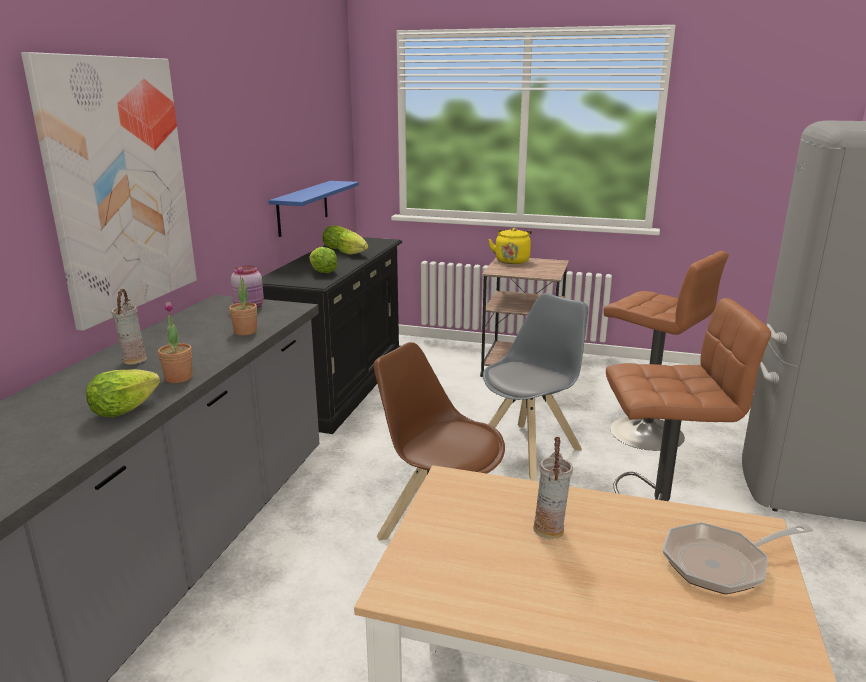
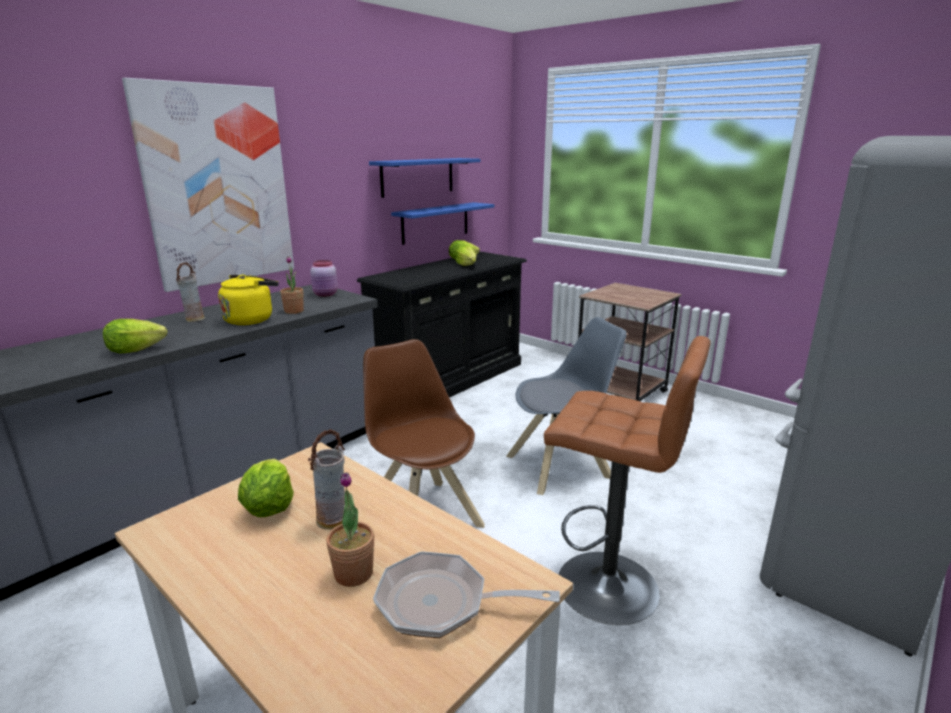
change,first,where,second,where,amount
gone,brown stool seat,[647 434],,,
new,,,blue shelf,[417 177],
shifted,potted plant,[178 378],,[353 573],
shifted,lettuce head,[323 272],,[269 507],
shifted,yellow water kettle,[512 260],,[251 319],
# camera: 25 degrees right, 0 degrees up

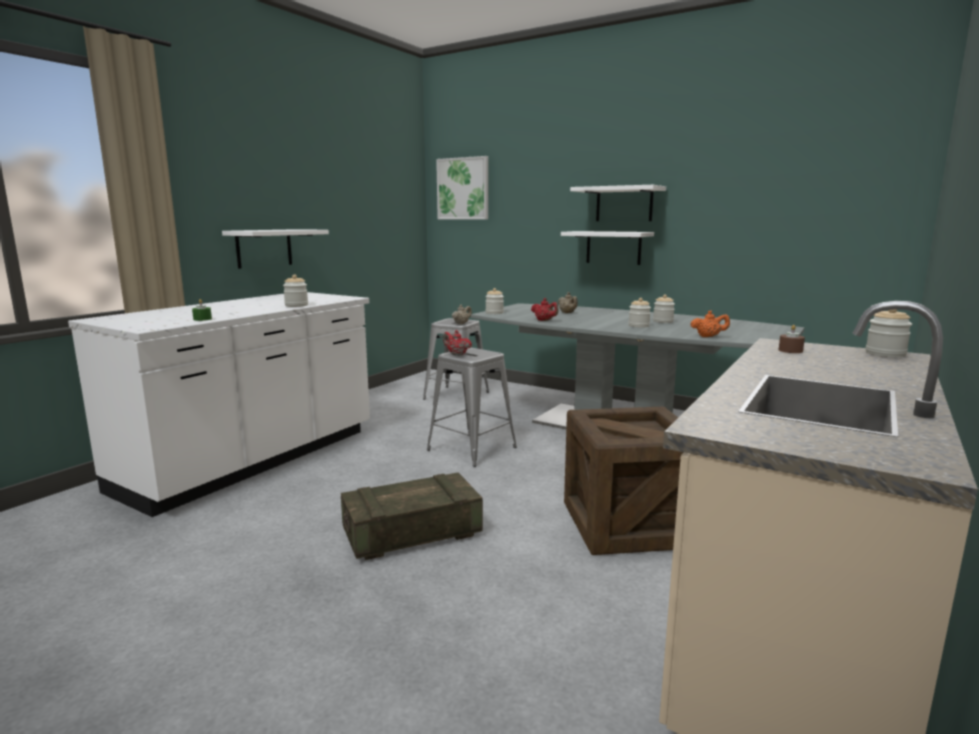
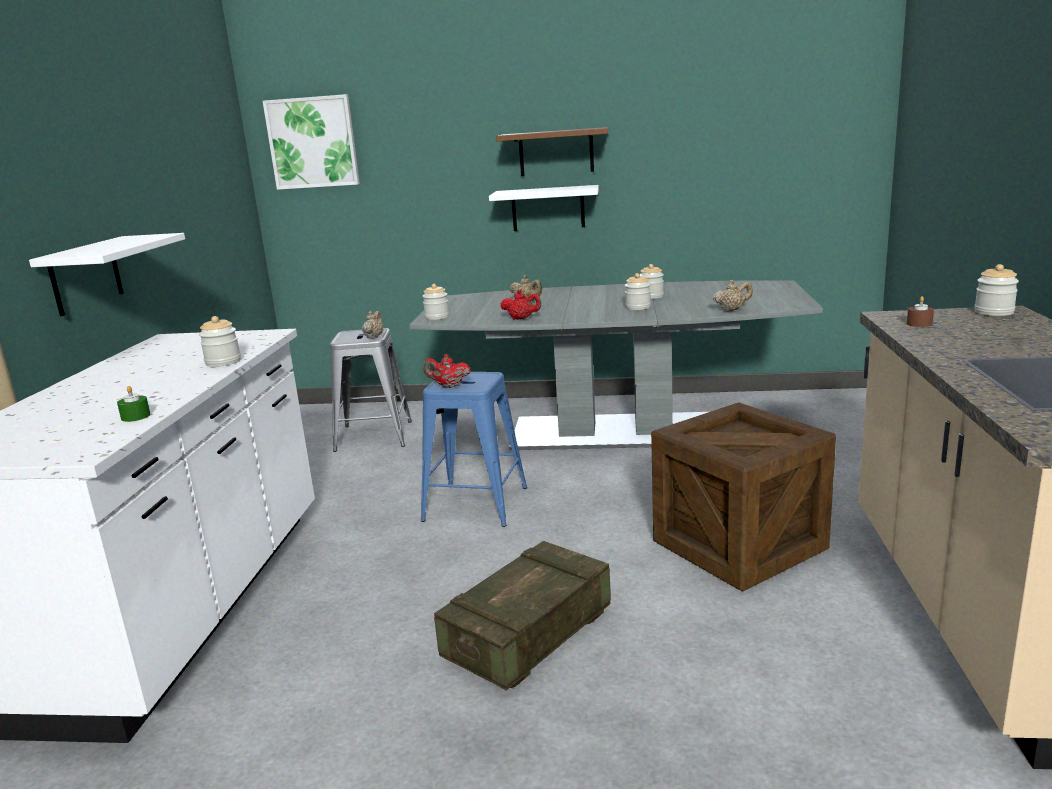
change,first,where,second,where,amount
repainted,gray stool seat,[472 449],blue stool seat,[476 504],
repainted,white shelf,[624 204],brown shelf,[556 152],
repainted,orange teapot,[708 337],beige-coloured teapot,[732 310],
# camera: 25 degrees left, 5 degrees up

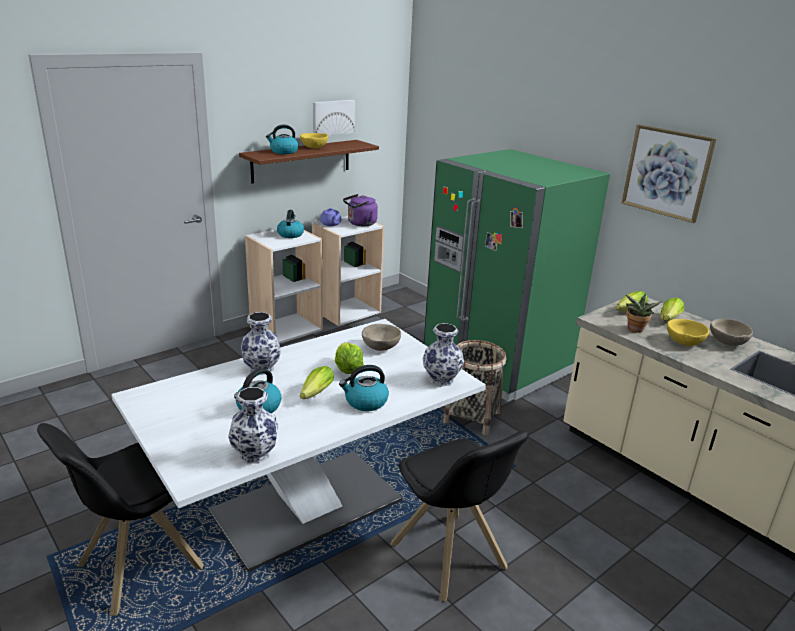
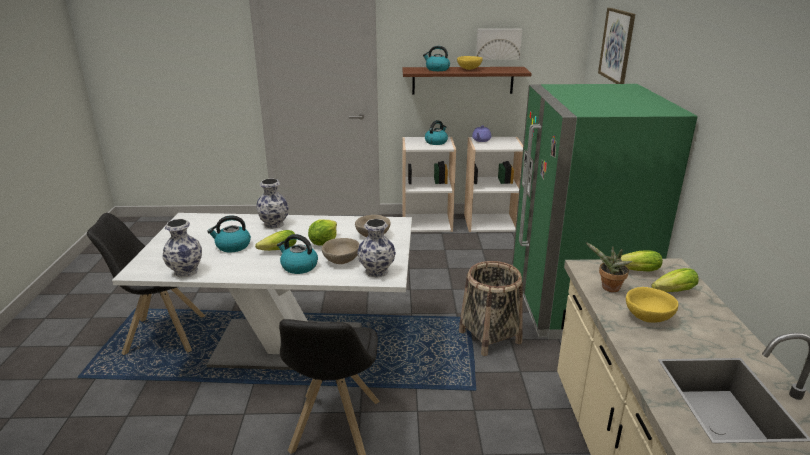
change,first,where,second,where,amount
gone,purplish water kettle,[360 224],,,
shifted,wall art,[667 172],,[617 45],
shifted,beige-coloured bowl,[726 342],,[341 260],
# camera: 40 degrees right, 0 degrees up

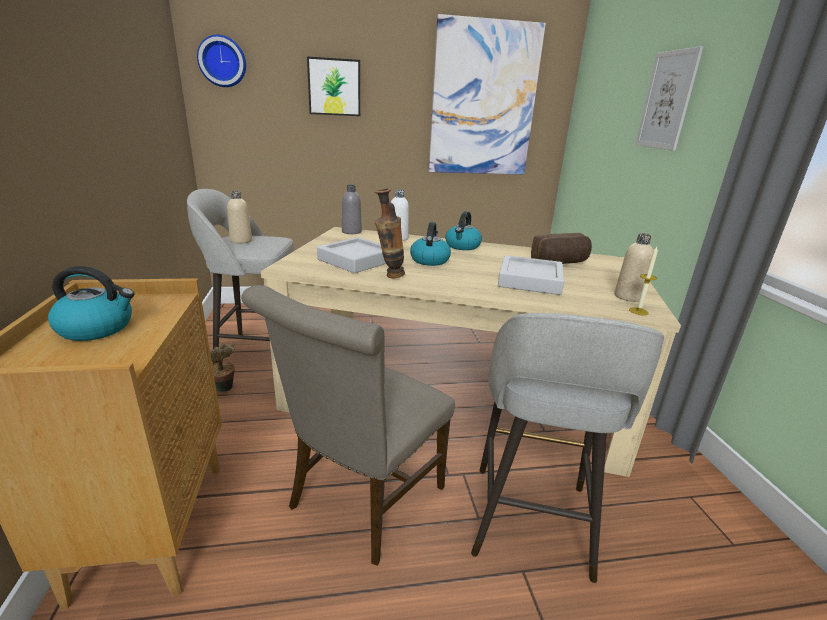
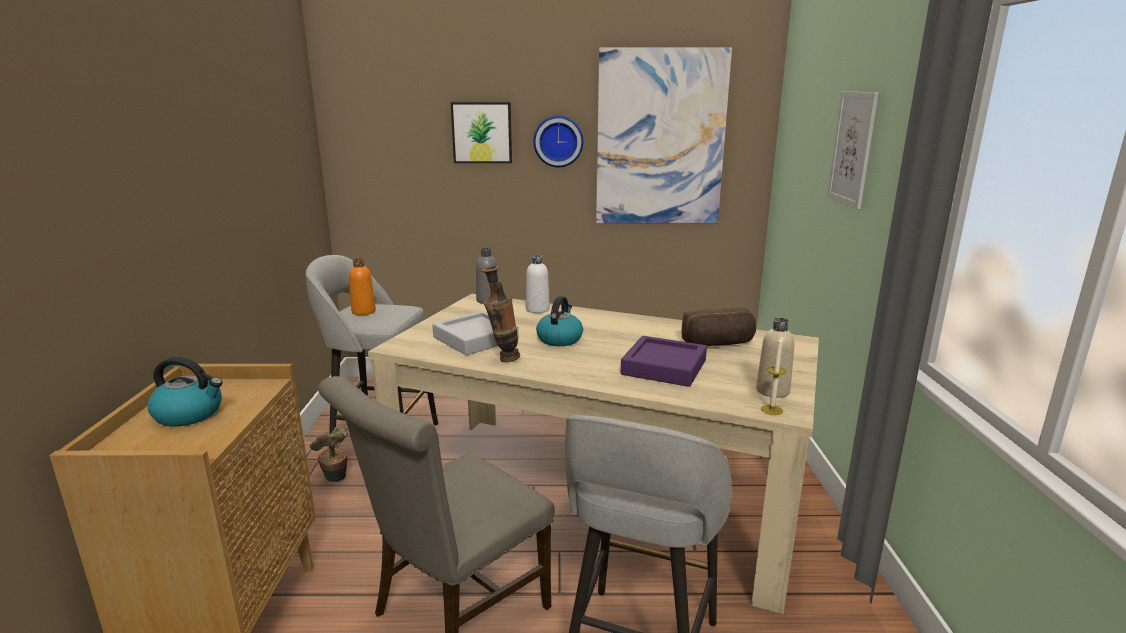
change,first,where,second,where,amount
gone,water kettle,[462 246],,,
shifted,hanging clock,[222 61],,[558 141],
repainted,beige-coloured bottle,[241 241],orange bottle,[363 312],
repainted,gray carrying tray,[530 280],purplish carrying tray,[664 367],
# camera: 10 degrees right, 5 degrees down

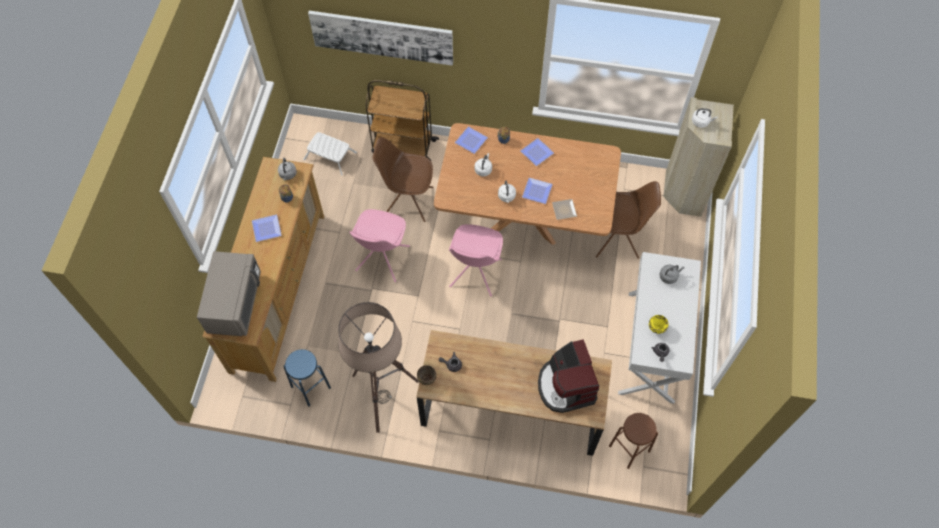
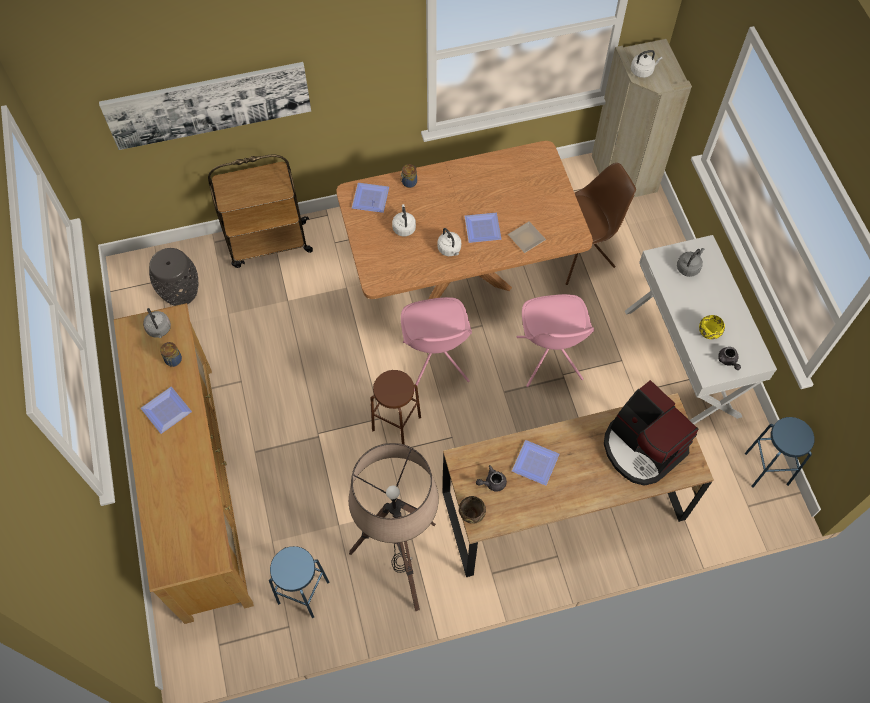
change,first,where,second,where,amount
gone,gray microwave oven,[235 303],,,
gone,brown plain chair,[407 201],,,
new,,,blue stool seat,[766 468],
shifted,pinkish plain chair,[382 259],,[549 359],
shifted,dinner plate,[535 153],,[533 464],
shifted,brown stool seat,[629 448],,[396 423],
swapped,white stepladder,[330 156],gray stool seat,[180 291],
# camera: 25 degrees left, 0 degrees up

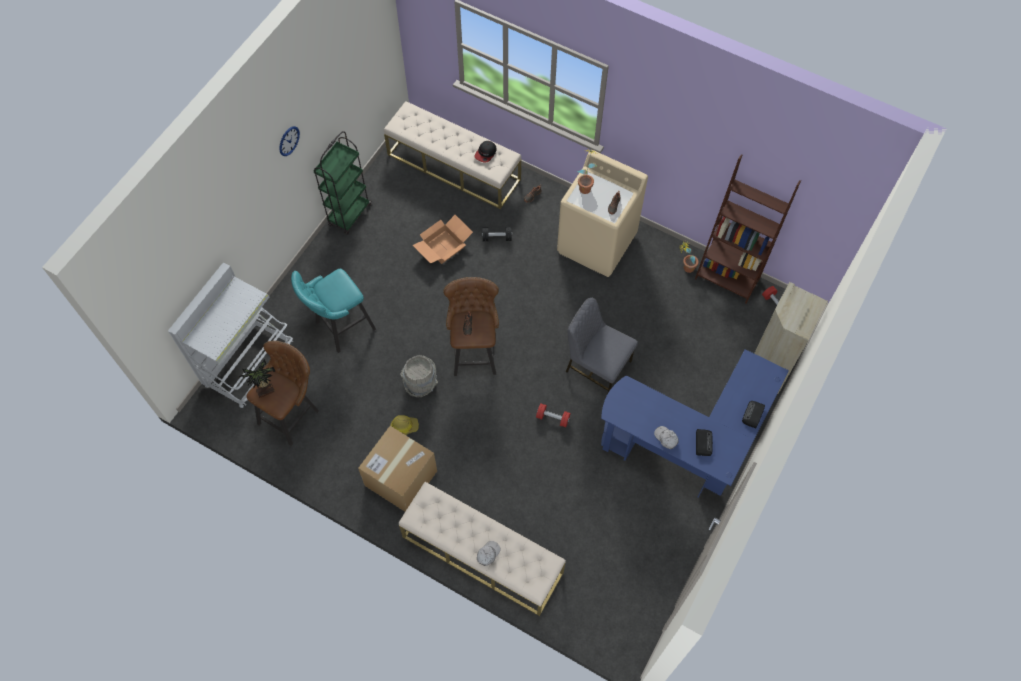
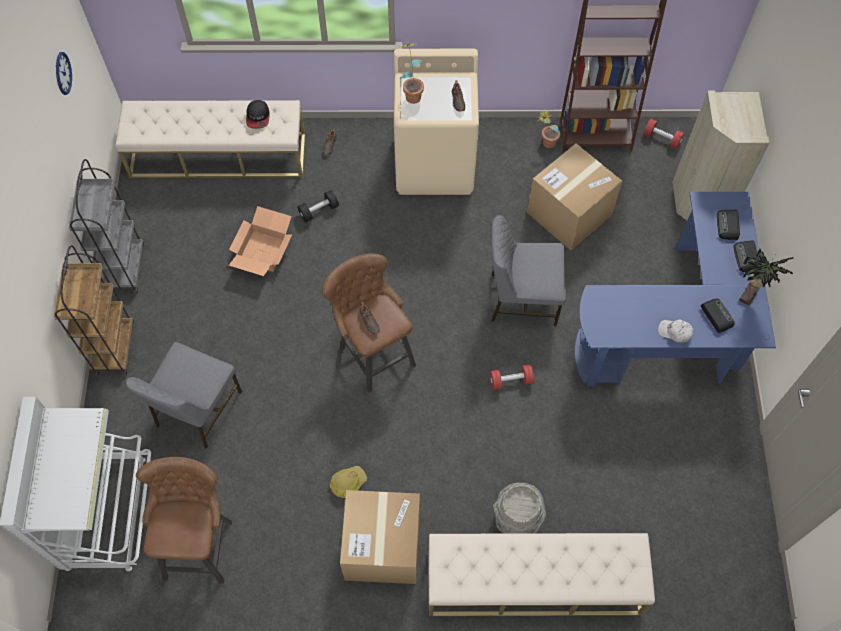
change,first,where,second,where,amount
gone,white cap,[488 554],,,
new,,,brown trolley,[115 349],
new,,,cardboard box,[569 213],
new,,,radio set,[727 226],
shifted,potted plant,[266 392],,[750 295],
shifted,hanging clock,[289 141],,[63 73],
shifted,gray pail,[421 384],,[516 518],
swapped,turquoise stool seat,[339 329],gray plain chair,[197 409],
repainted,greenish trolley,[349 215],gray trolley,[125 269],
# camera: 30 degrees left, 0 degrees up

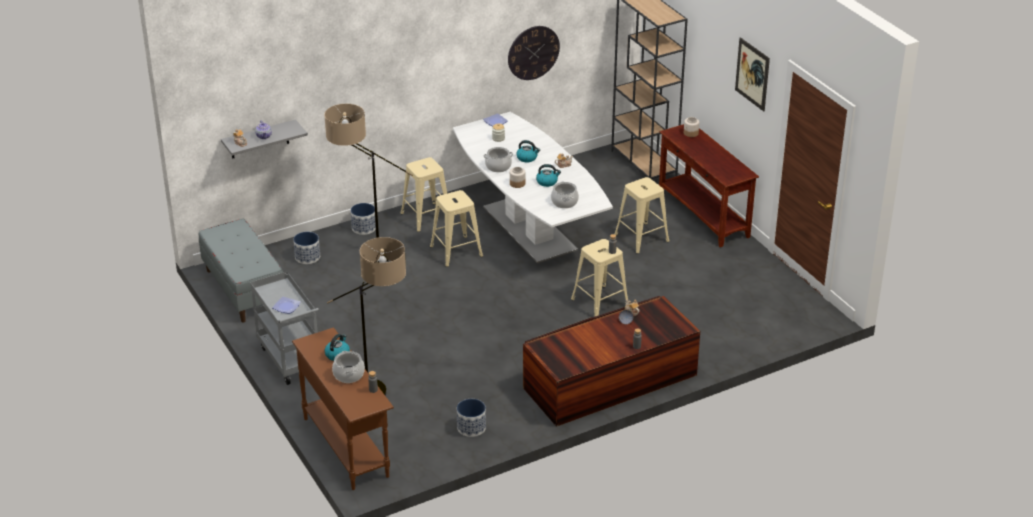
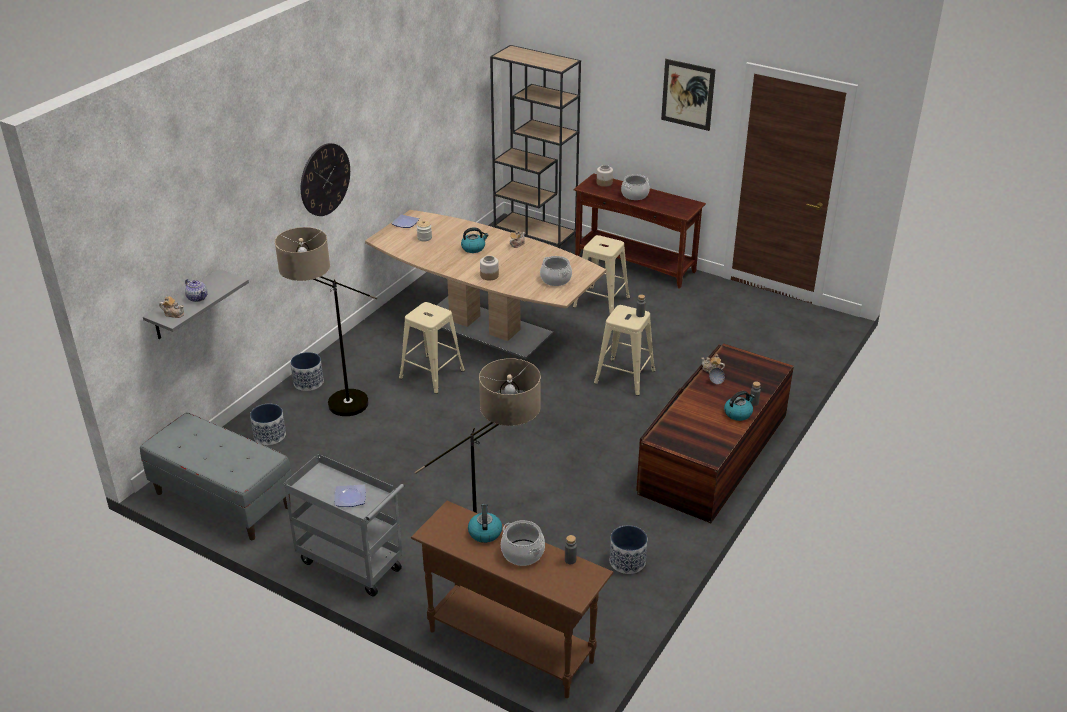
change,first,where,second,where,amount
gone,beige-coloured stool seat,[426 217],,,
shifted,saucepot,[498 166],,[634 195],
shifted,hanging clock,[533 52],,[325 179],
shifted,water kettle,[547 182],,[738 413],
repainted,white kitchen table,[529 228],brown kitchen table,[485 327],
# camera: 30 degrees left, 0 degrees up

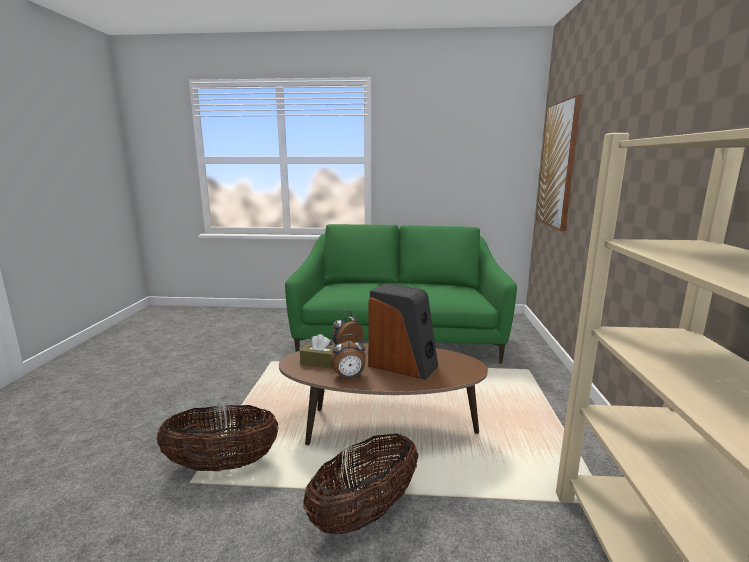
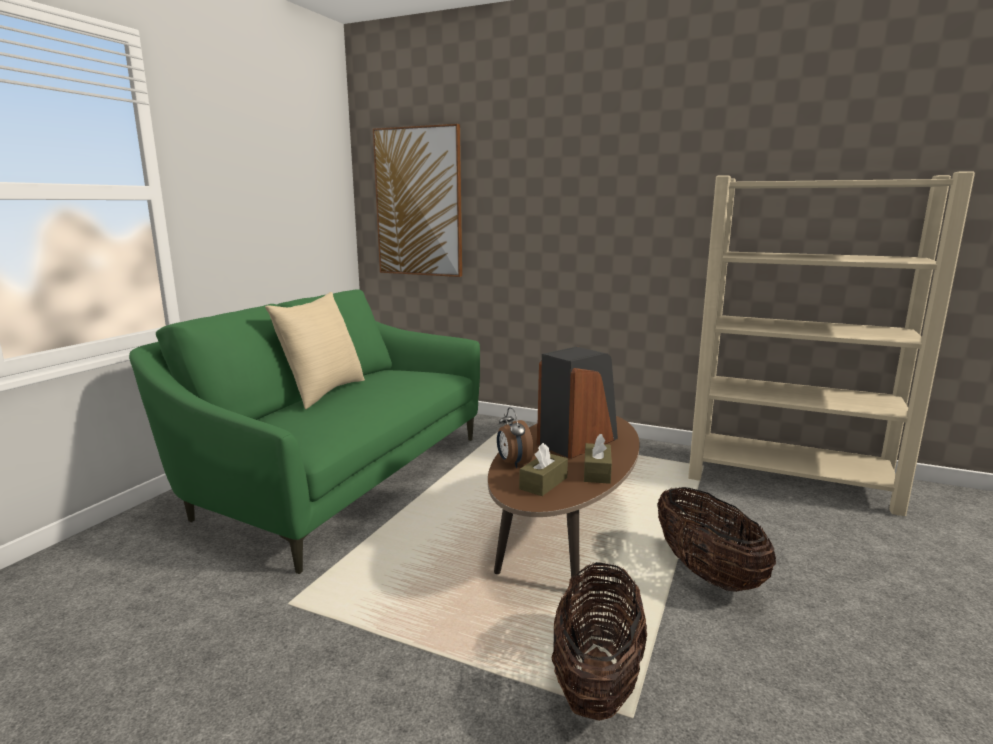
change,first,where,second,where,amount
new,,,beige-coloured throw pillow,[323 392],
swapped,alarm clock,[349 377],brown box of tissues,[597 472],
# camera: 70 degrees left, 0 degrees up

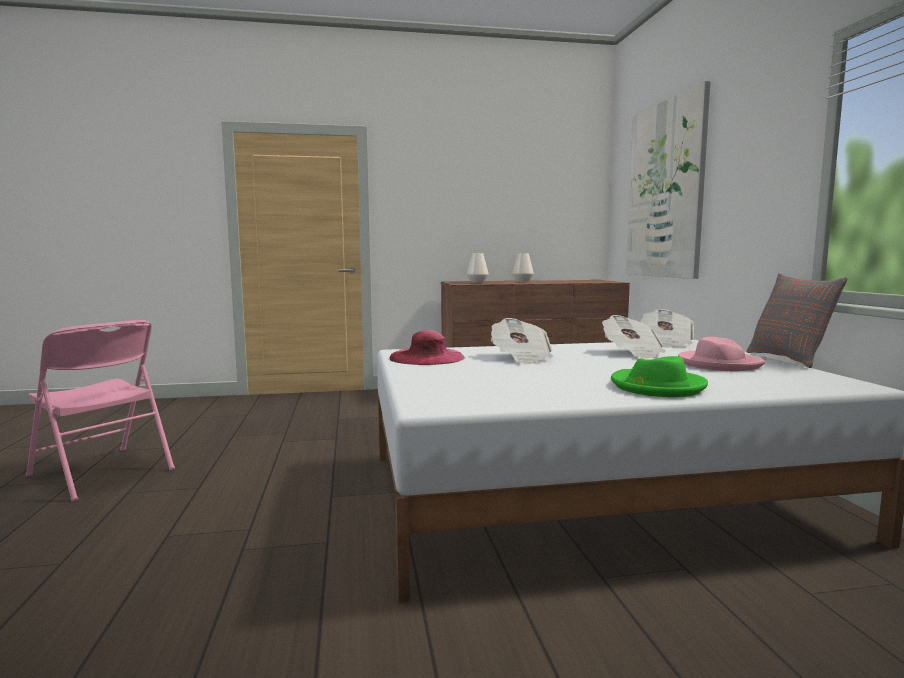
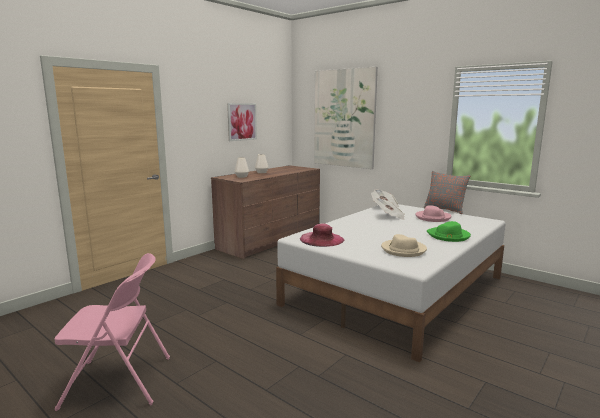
change,first,where,second,where,amount
gone,daily paper,[521 358],,,
new,,,wall art,[242 121],
new,,,beige-coloured clothing hat,[403 250],
# camera: 40 degrees left, 5 degrees up

